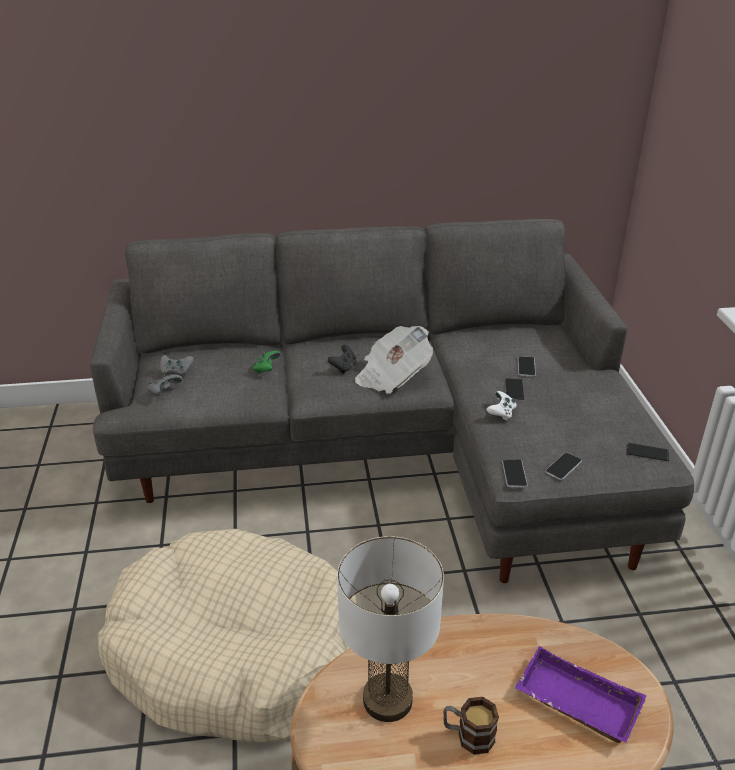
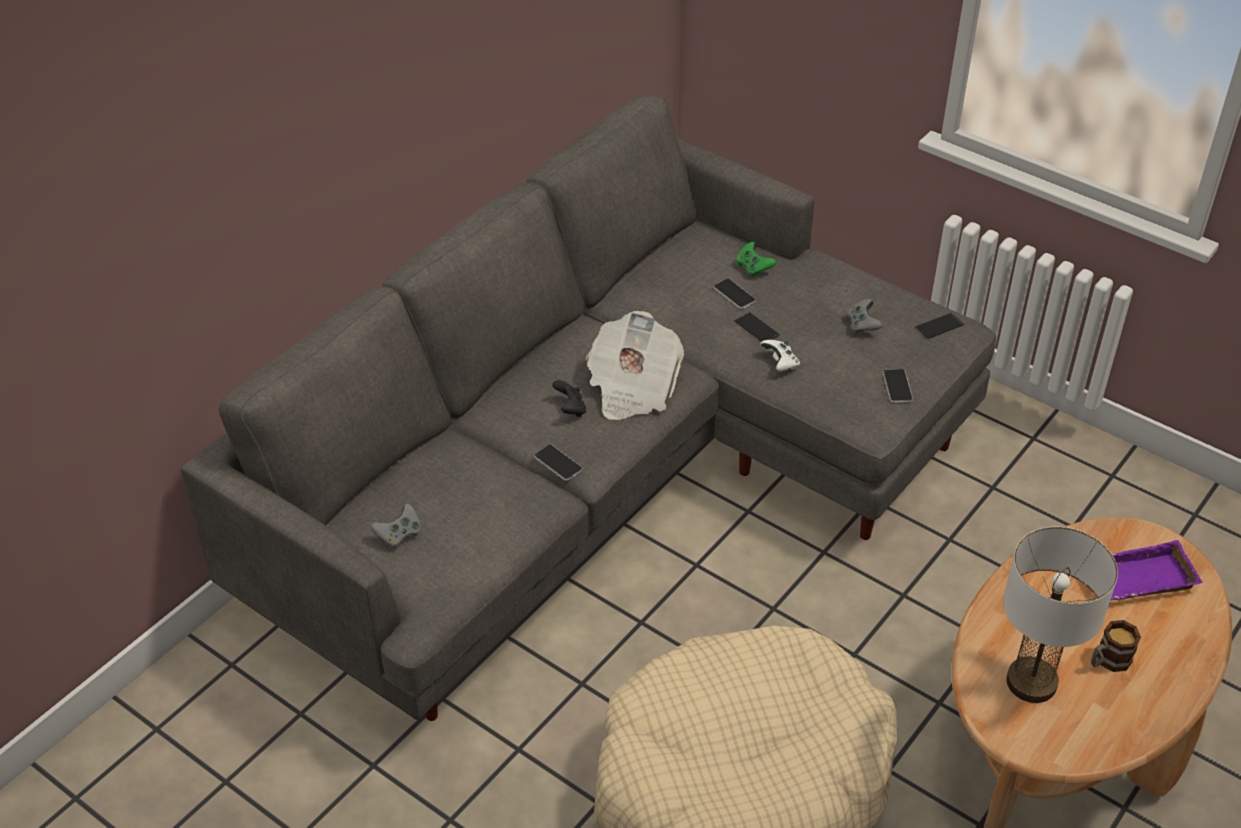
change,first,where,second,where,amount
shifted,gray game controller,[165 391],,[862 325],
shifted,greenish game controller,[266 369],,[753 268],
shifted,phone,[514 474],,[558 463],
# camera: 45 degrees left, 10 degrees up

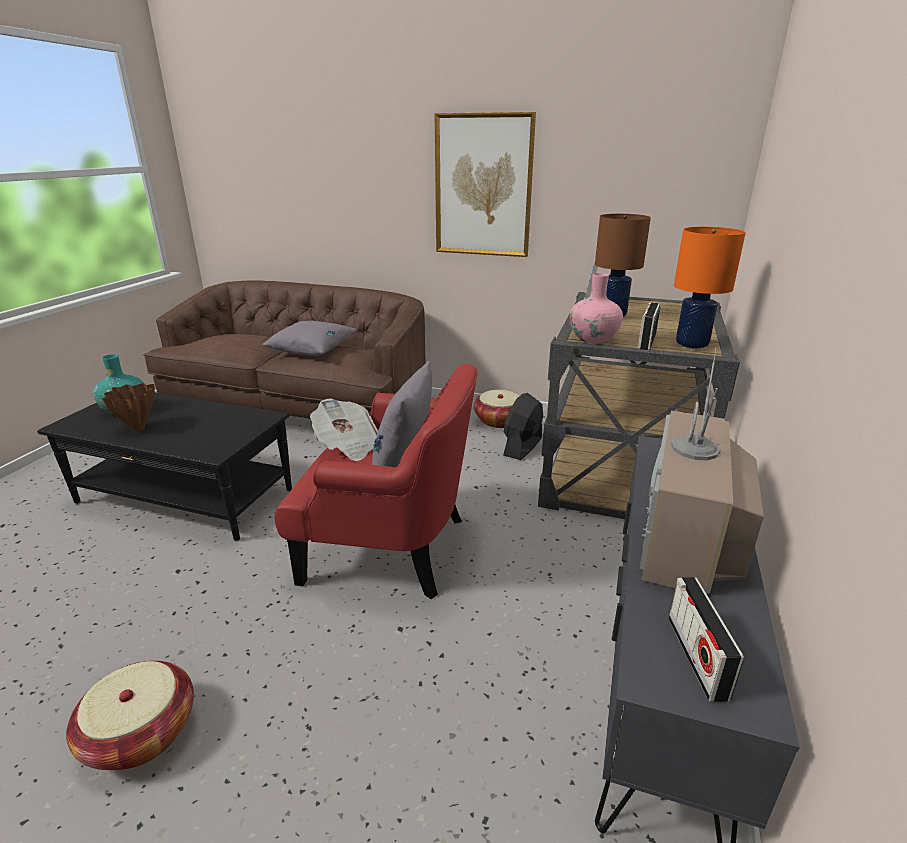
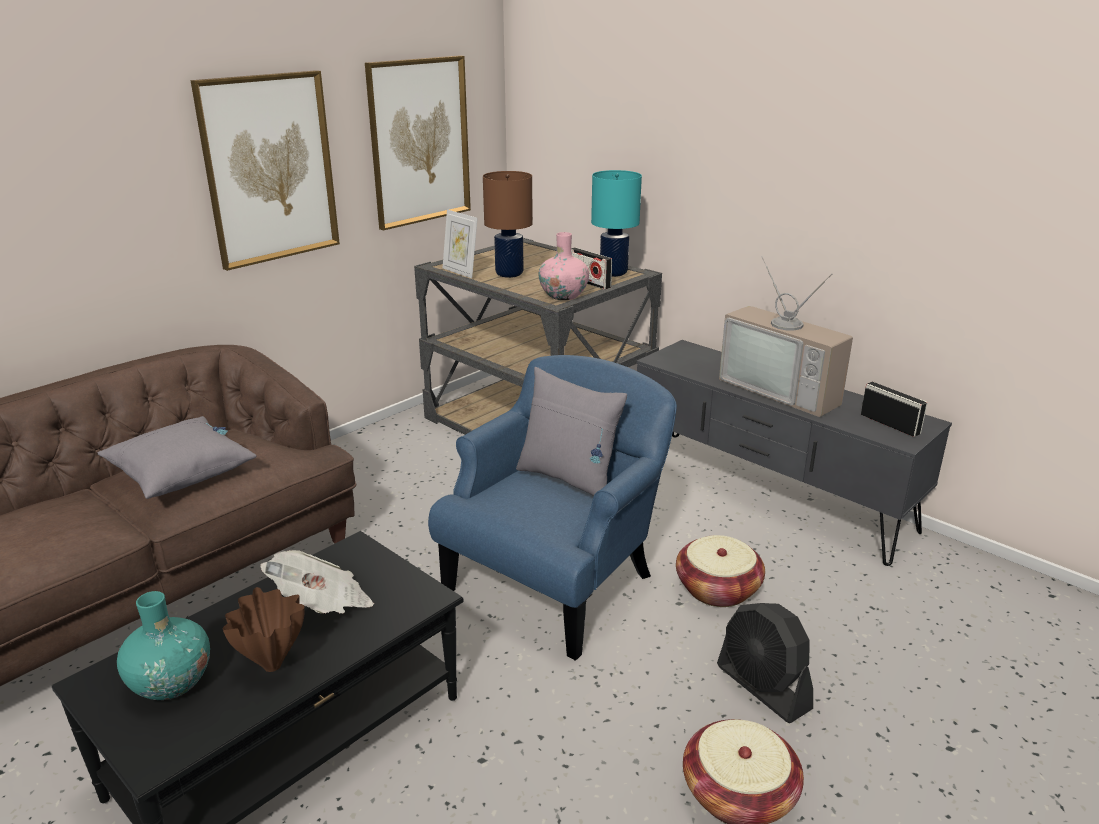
change,first,where,second,where,amount
new,,,wall art,[419 142],
shifted,daily paper,[347 445],,[322 604],
shifted,basket,[499 420],,[717 589],
shifted,blackish electric fan,[523 446],,[763 687],
repainted,red-coloured armchair,[391 547],blue armchair,[556 582],
repainted,orange table lamp,[691 346],turquoise table lamp,[613 274],
rotated,radio set,[696 657],,[890 424],150 degrees counterclockwise
# camera: 65 degrees left, 0 degrees up

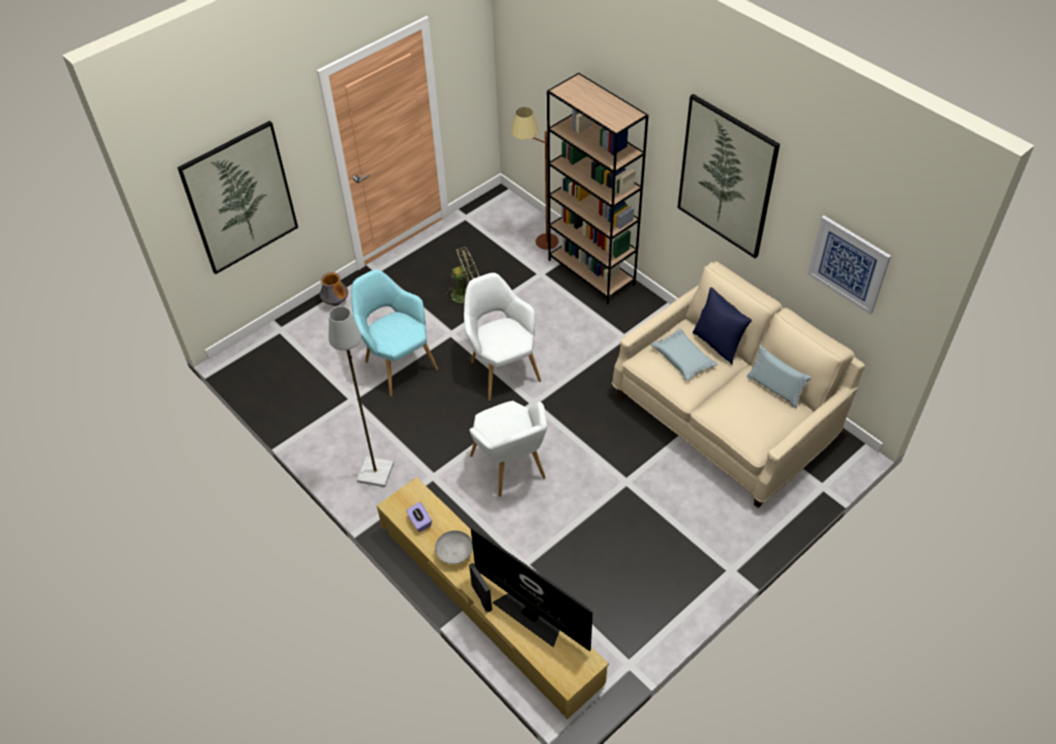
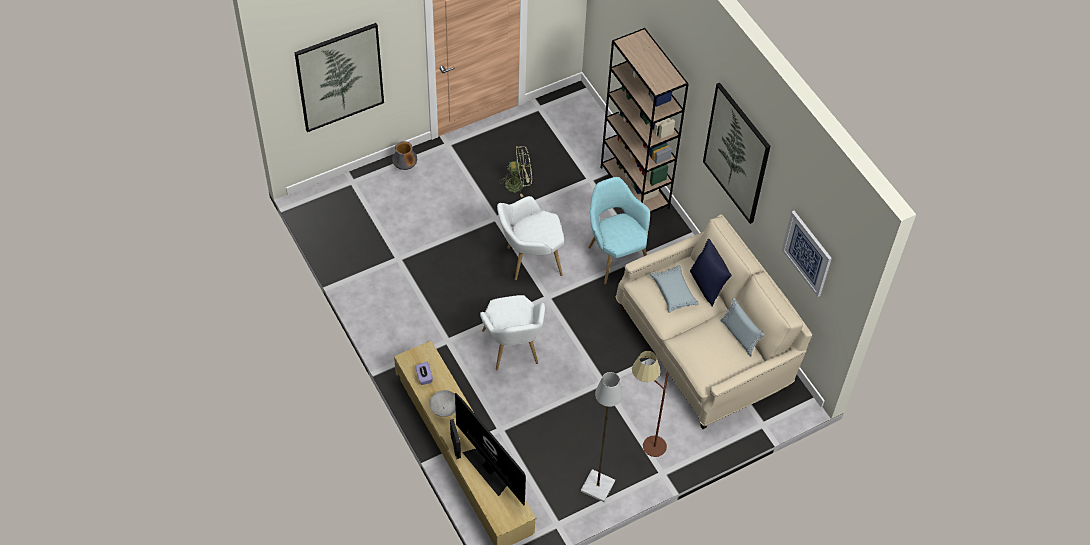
change,first,where,second,where,amount
shifted,gray standard lamp,[375 472],,[597 485],
shifted,turquoise armchair,[397 363],,[615 255],
shifted,brown standard lamp,[537 244],,[643 447],
rotated,white armchair,[501 368],,[529 260],90 degrees counterclockwise
# camera: 10 degrees right, 5 degrees up

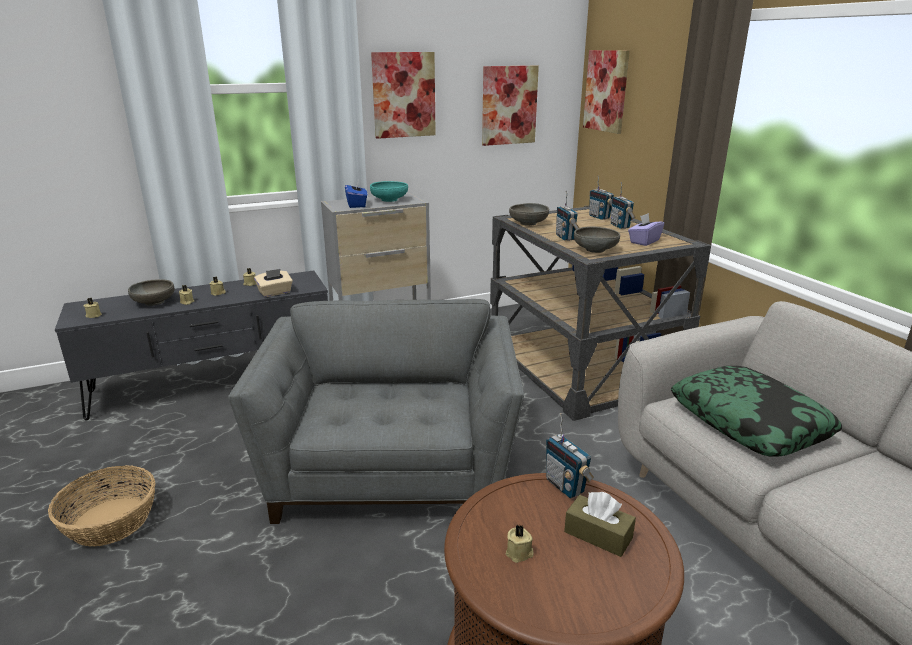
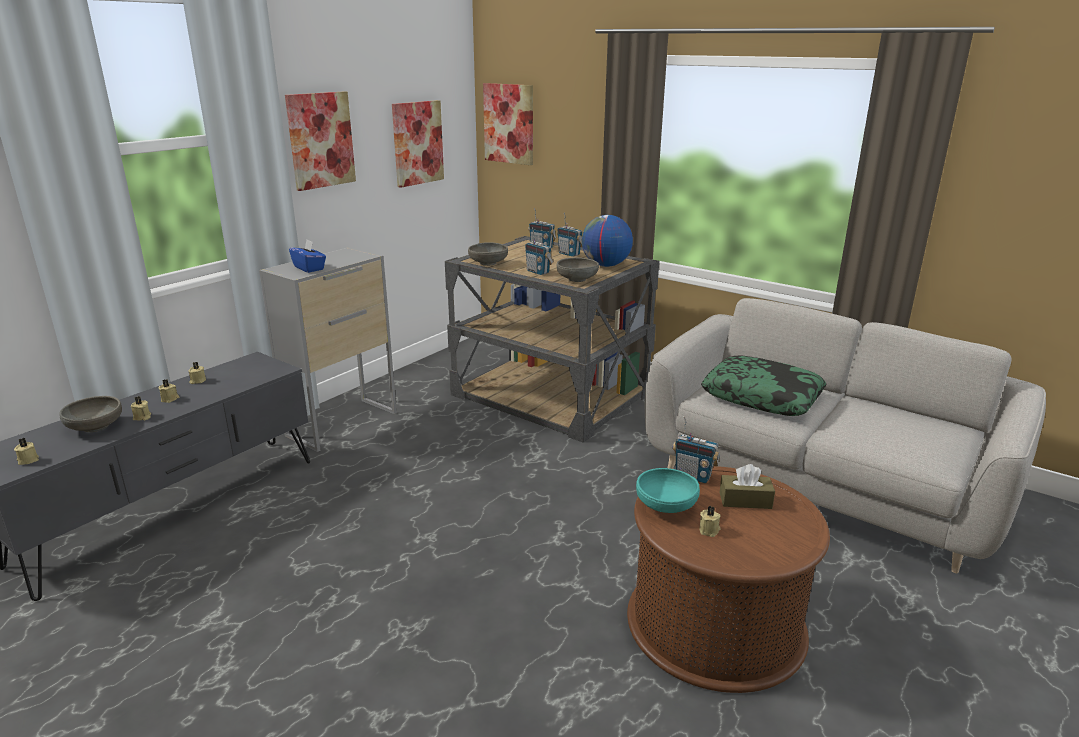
change,first,where,second,where,amount
gone,basket,[110 521],,,
gone,gray armchair,[392 467],,,
gone,beige-coloured box of tissues,[275 293],,,
shifted,turquoise bowl,[389 200],,[666 505],
swapped,purplish box of tissues,[644 241],globe,[605 265],
# camera: 30 degrees left, 0 degrees up

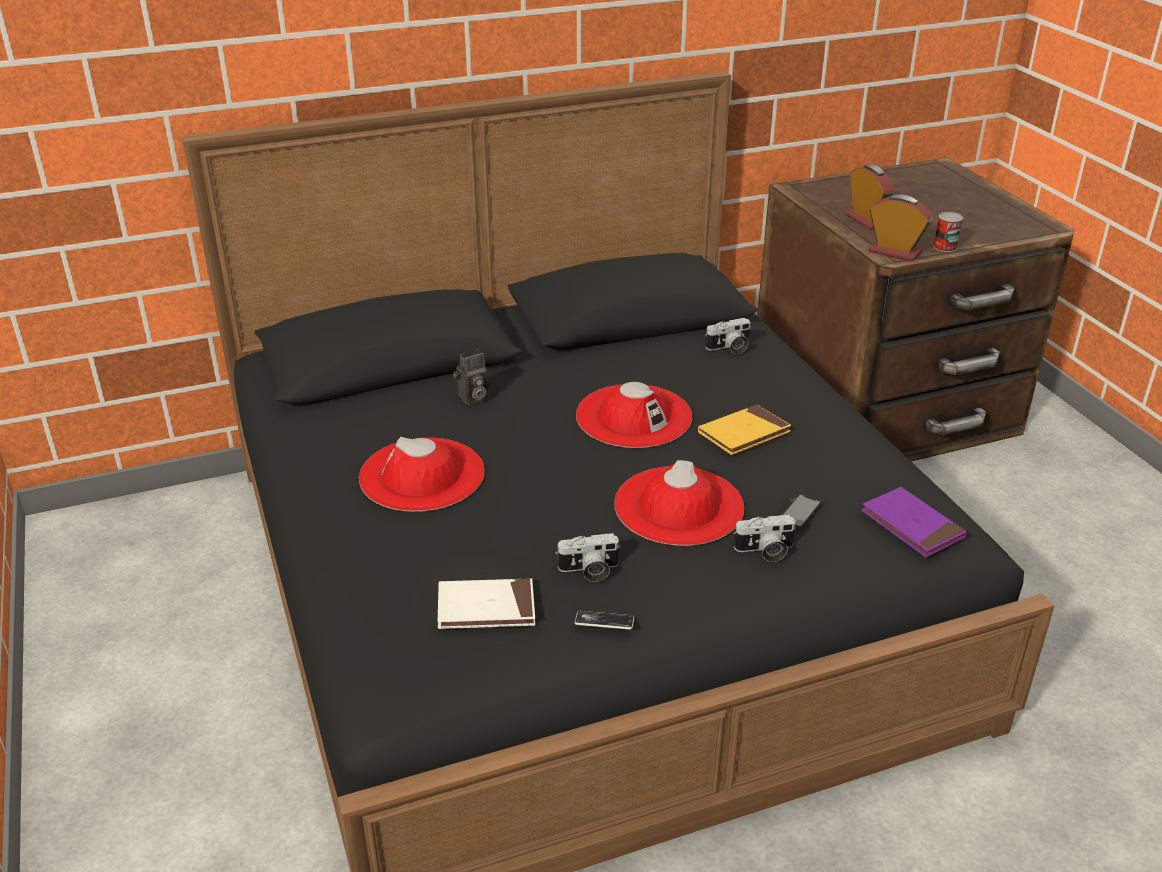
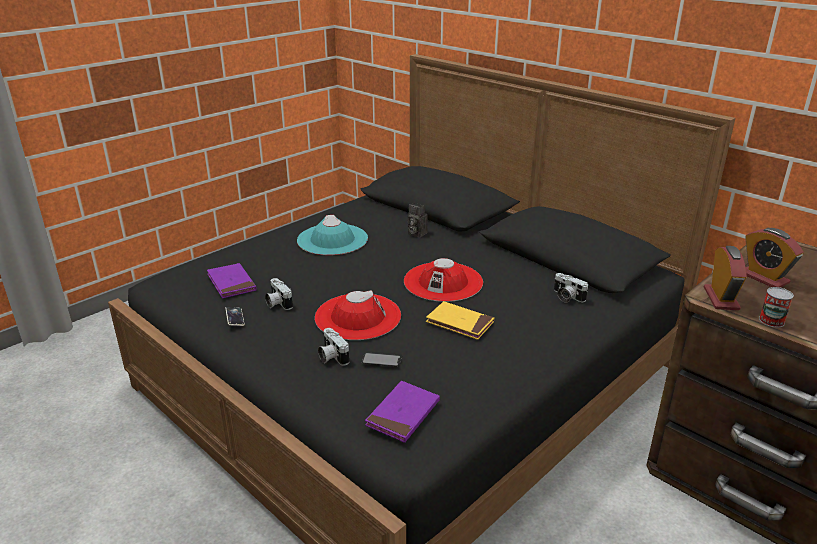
change,first,where,second,where,amount
repainted,red-coloured clothing hat,[422 475],turquoise clothing hat,[332 240],
repainted,white book,[486 608],purplish book,[231 283],
rotated,alarm clock,[866 220],,[764 278],105 degrees clockwise
# camera: 65 degrees right, 5 degrees down

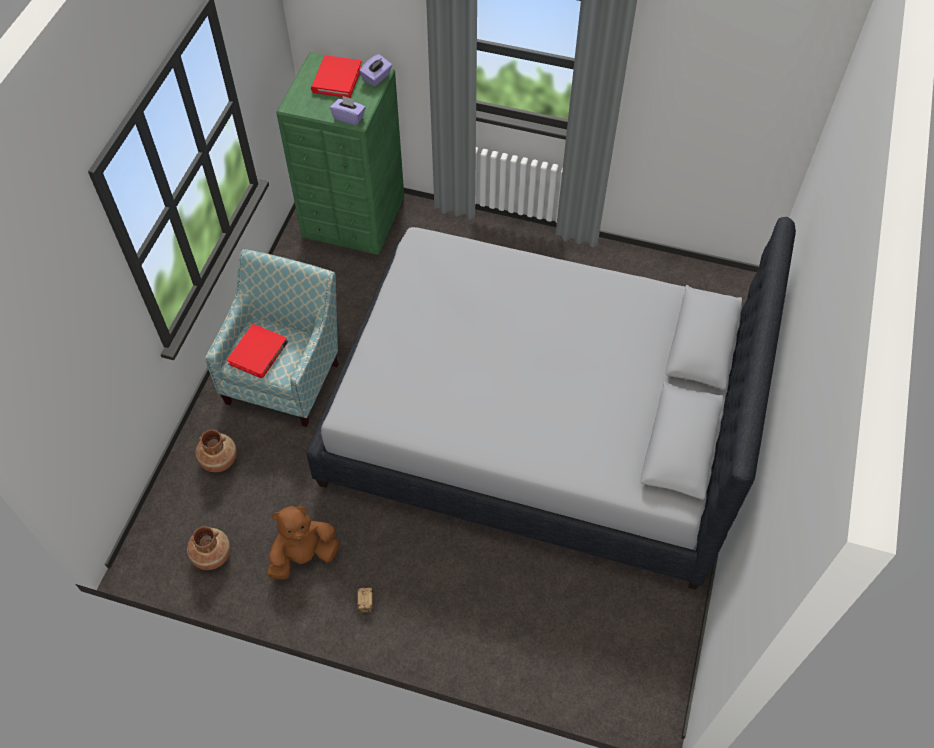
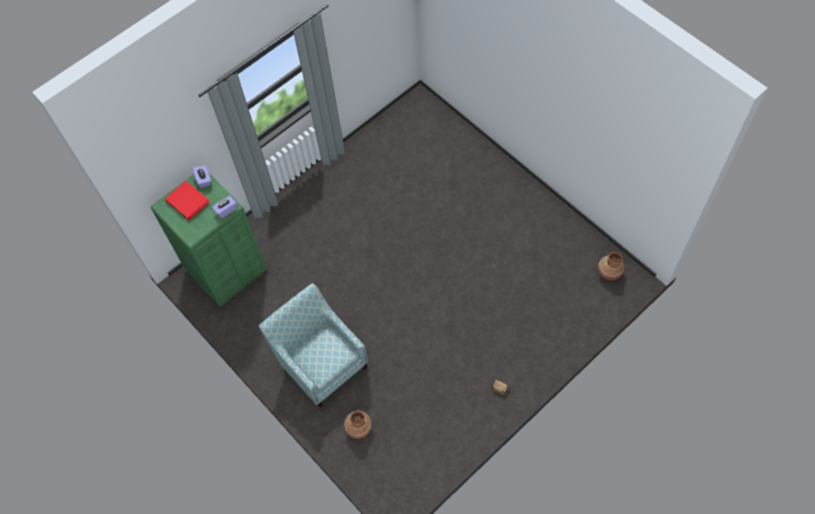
change,first,where,second,where,amount
gone,red-coloured book,[258 353],,,
gone,brown plush toy,[304 555],,,
gone,gray bed,[537 424],,,
shifted,brown vase,[212 555],,[609 272],
# camera: 55 degrees left, 5 degrees up

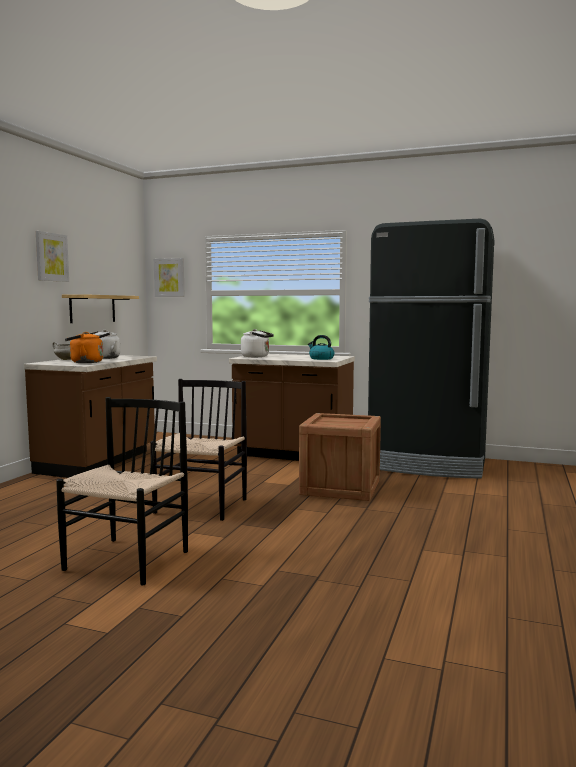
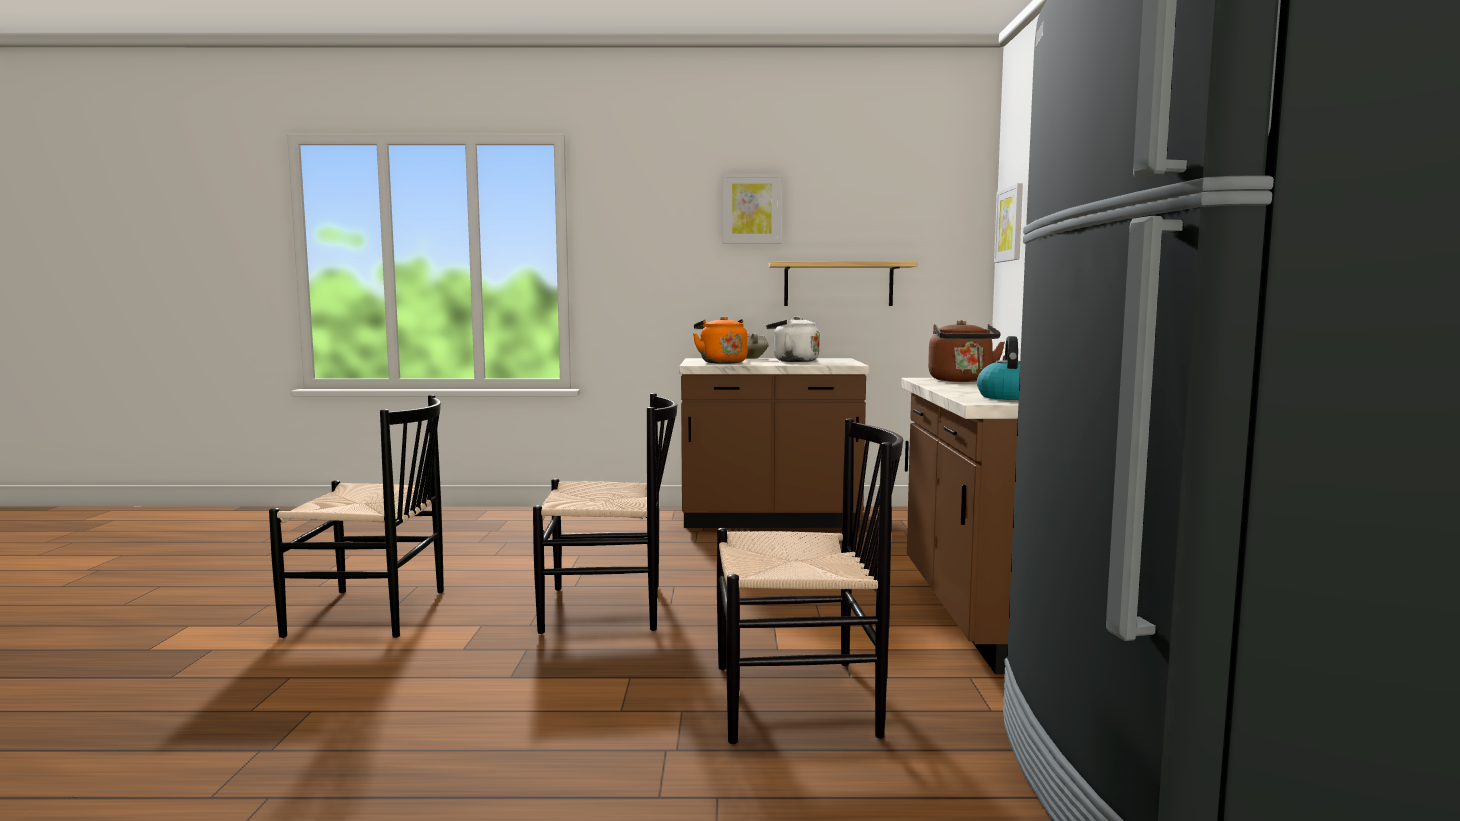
change,first,where,second,where,amount
swapped,crate,[340 487],blackish plain chair,[804 701],
repainted,white water kettle,[257 356],brown water kettle,[961 381],
# camera: 70 degrees right, 0 degrees up

